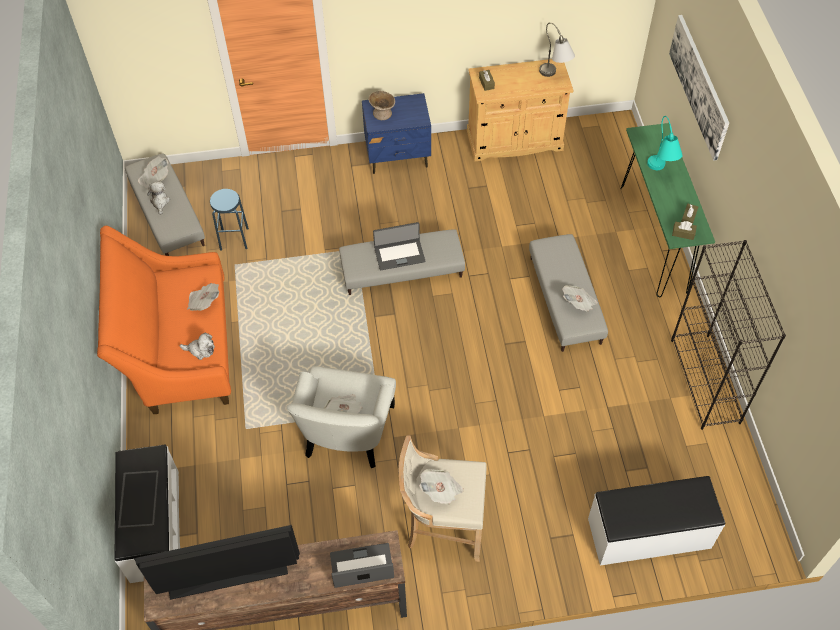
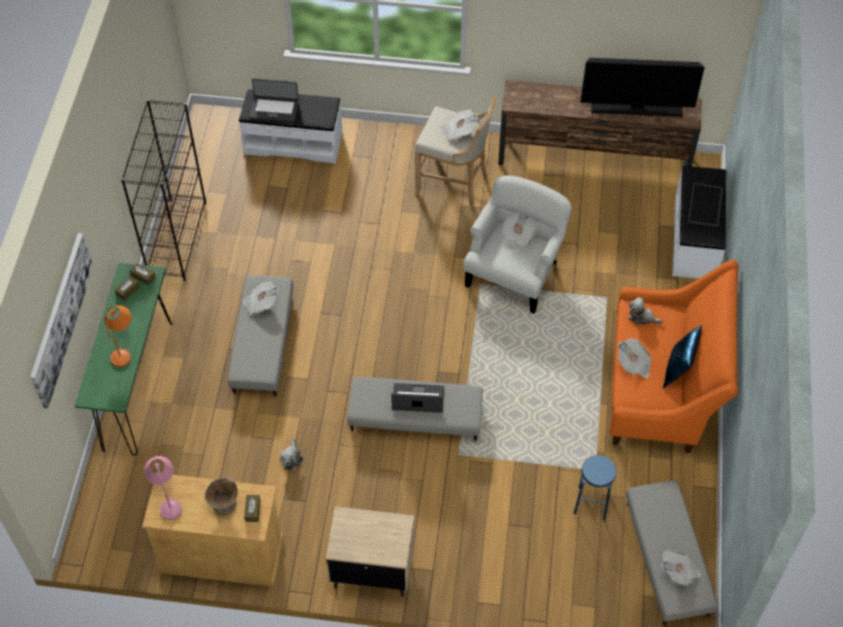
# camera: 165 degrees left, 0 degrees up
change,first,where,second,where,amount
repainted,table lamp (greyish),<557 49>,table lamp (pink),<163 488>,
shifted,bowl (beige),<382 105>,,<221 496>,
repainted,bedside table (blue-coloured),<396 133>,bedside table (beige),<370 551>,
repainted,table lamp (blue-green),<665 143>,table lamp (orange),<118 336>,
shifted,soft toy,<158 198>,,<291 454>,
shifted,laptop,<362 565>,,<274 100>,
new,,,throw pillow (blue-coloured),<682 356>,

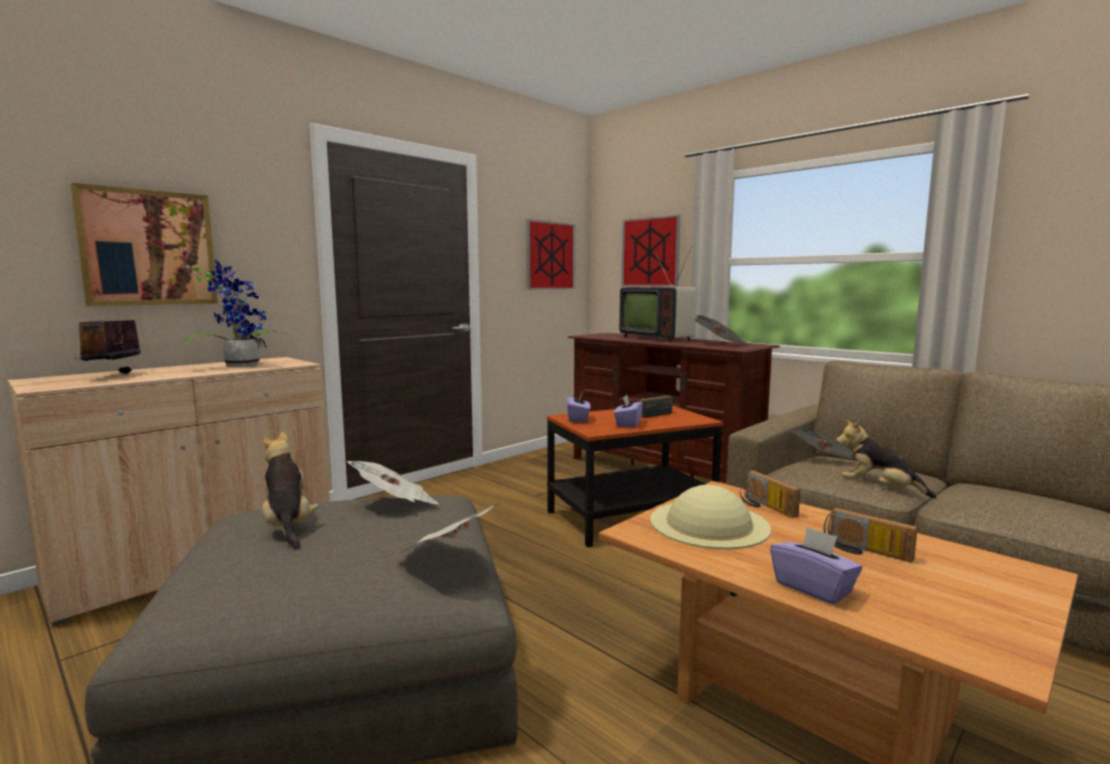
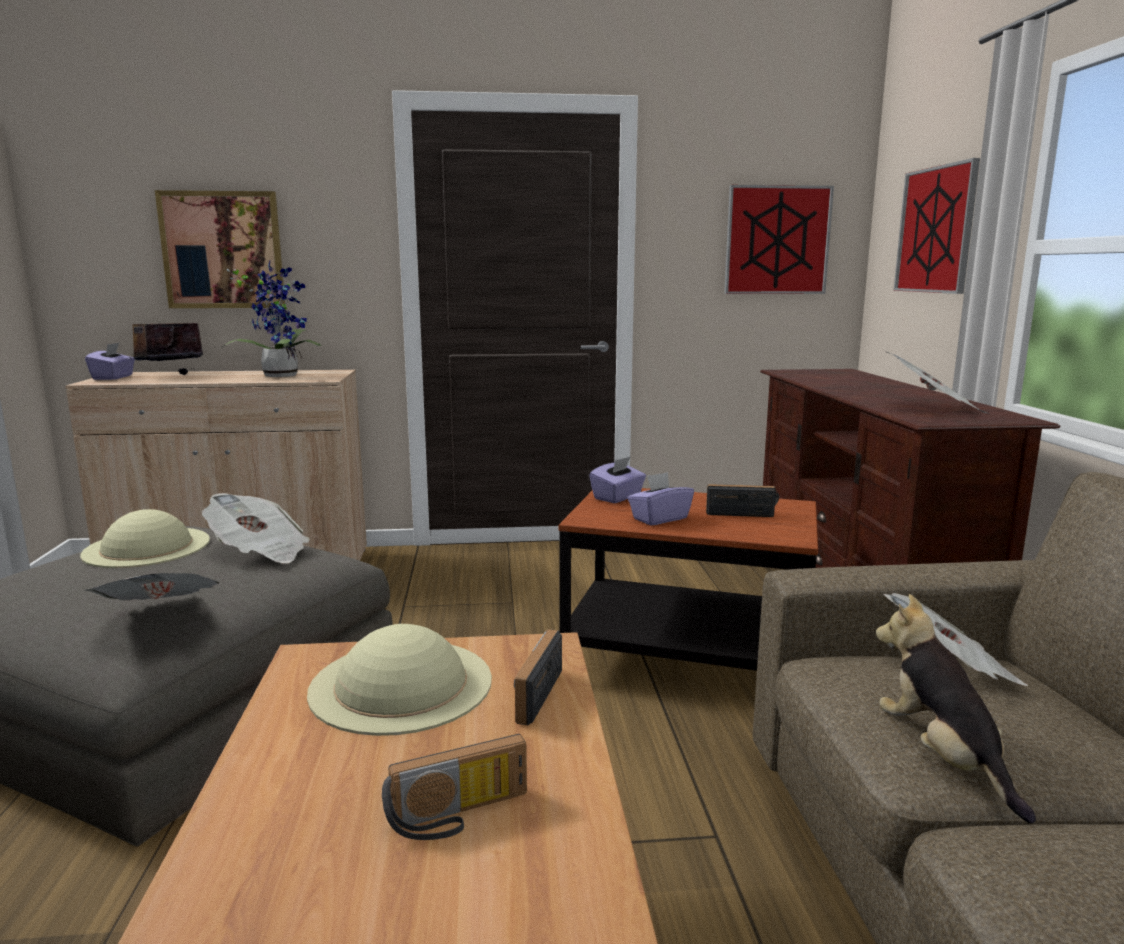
# camera: 40 degrees right, 5 degrees up
change,first,where,second,where,amount
gone,TV set,<658 294>,,,
swapped,soft toy,<290 490>,hat (beige),<145 538>,
rotated,radio receiver,<870 535>,,<454 787>,105 degrees counterclockwise
shifted,box of tissues (purple),<816 565>,,<110 361>,

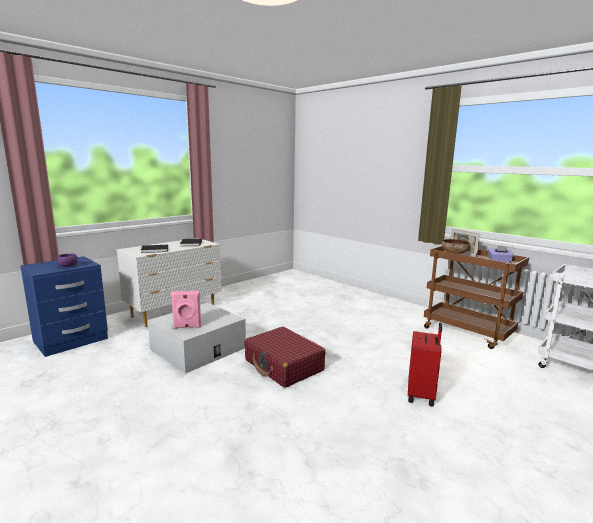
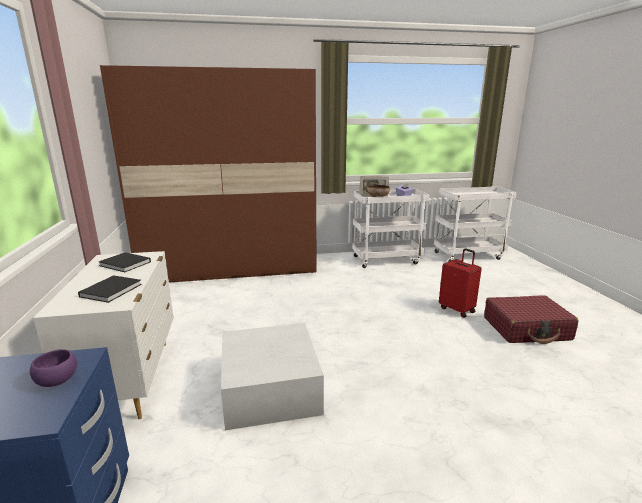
# camera: 55 degrees left, 5 degrees up
change,first,where,second,where,amount
repainted,cart (brownish),<476 297>,cart (white-coloured),<391 228>,
gone,speaker (pink),<186 310>,,,
shifted,suitcase (reddish),<284 357>,,<531 319>,
new,,,armoire (brownish),<208 174>,

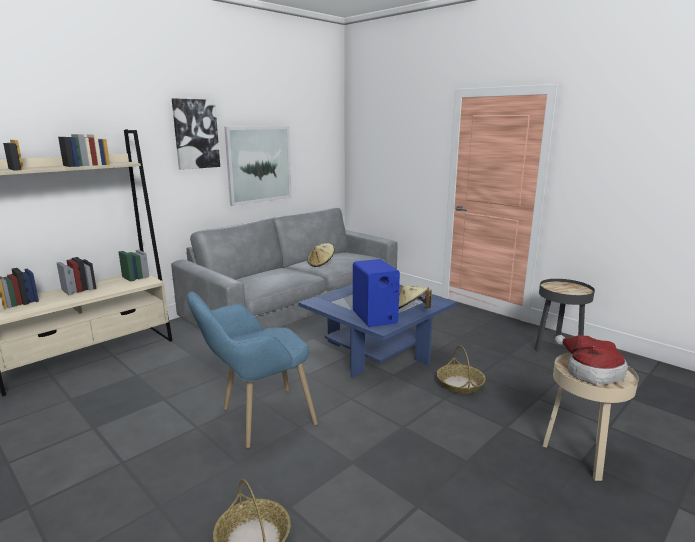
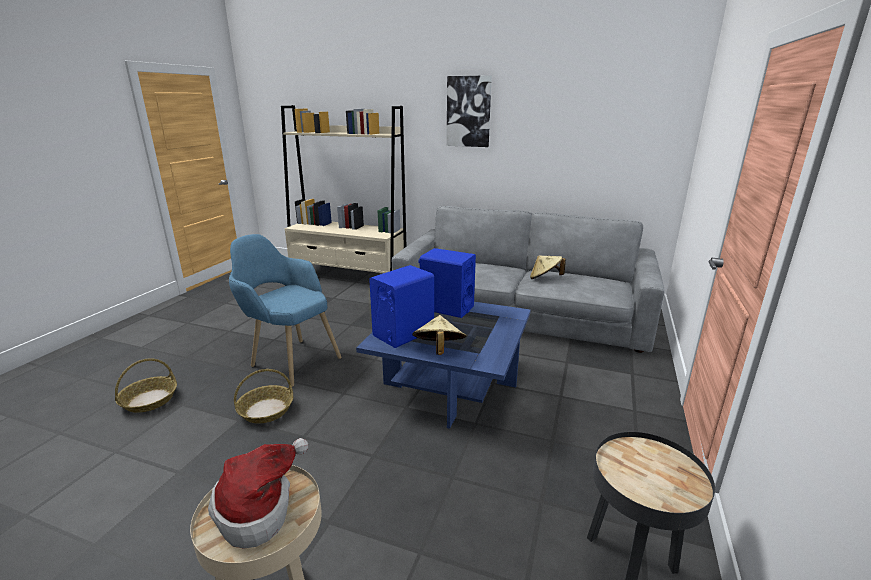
# camera: 65 degrees right, 5 degrees up
change,first,where,second,where,amount
gone,wall art,<258 166>,,,
shifted,household basket,<461 369>,,<263 396>,
new,,,speaker (blue-coloured),<447 283>,

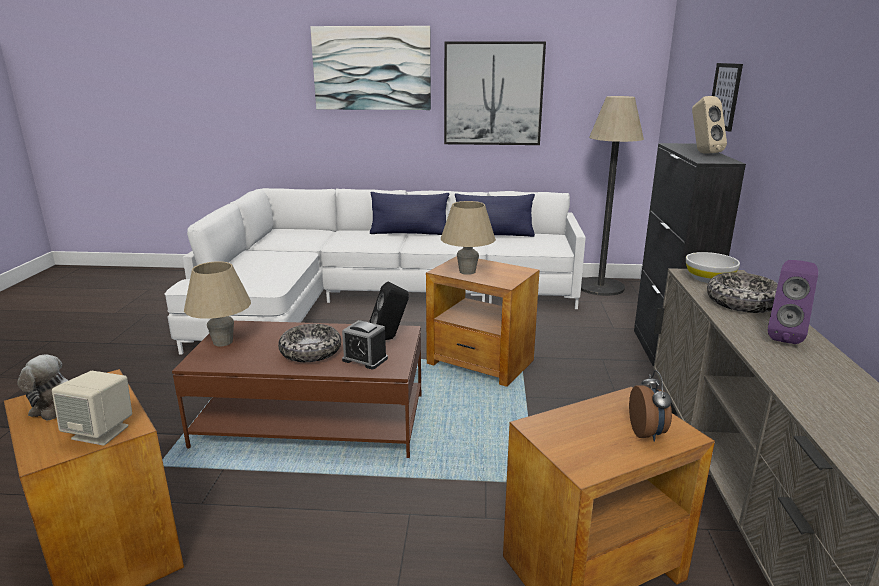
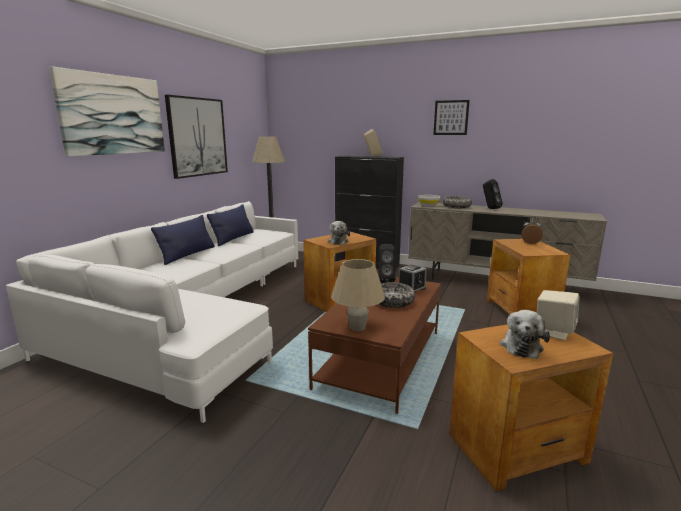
# camera: 70 degrees left, 5 degrees down
change,first,where,second,where,amount
shifted,wall art,<727 97>,,<451 117>,
swapped,table lamp (beige),<468 238>,soft toy,<339 233>,
repainted,speaker (purple),<793 302>,speaker (blackish),<492 194>,

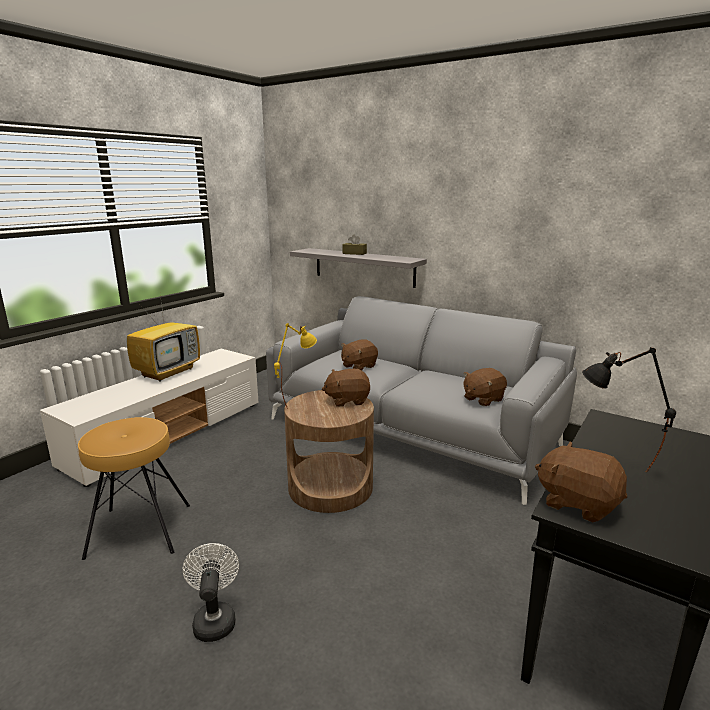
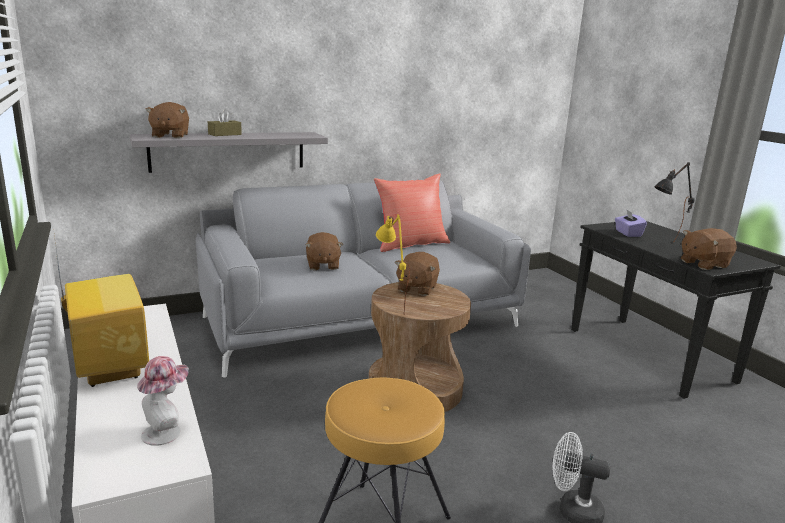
# camera: 60 degrees left, 0 degrees up
change,first,where,second,where,amount
shifted,soft toy (brownish),<485 387>,,<167 120>,
new,,,throw pillow (reddish),<412 213>,
new,,,box of tissues (purple),<631 223>,
new,,,hat,<163 401>,

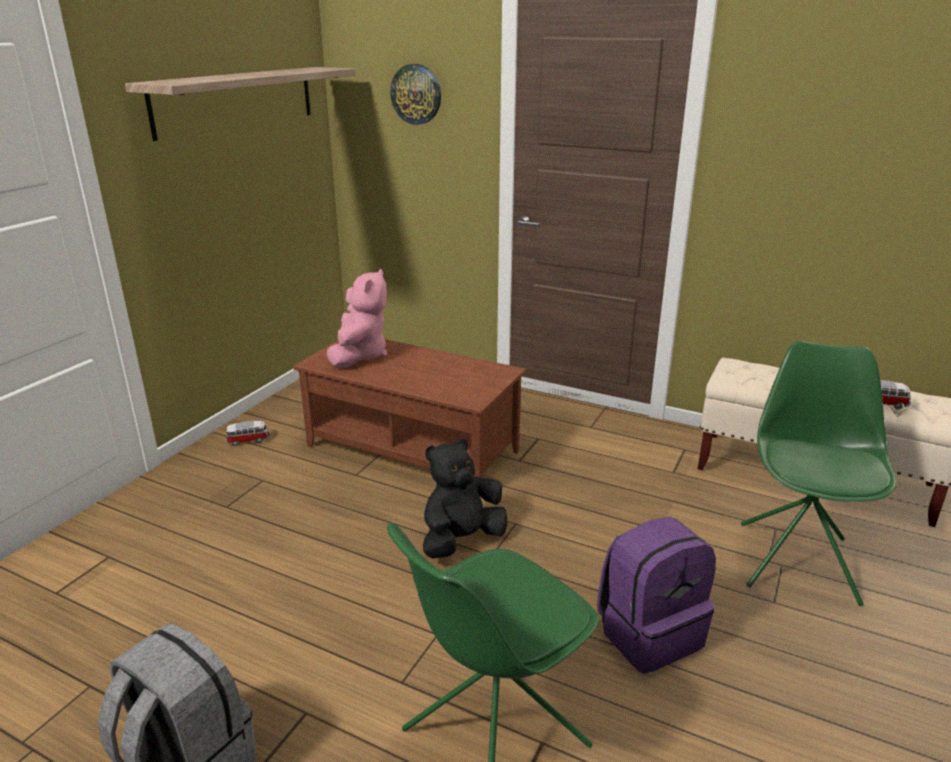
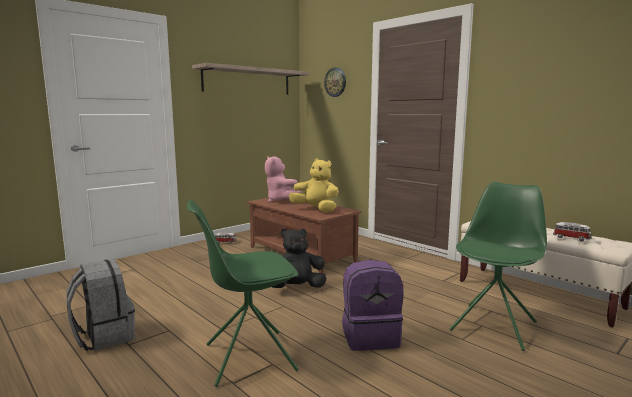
# camera: 20 degrees right, 15 degrees down
change,first,where,second,where,amount
rotated,soft toy (pink),<357 318>,,<283 179>,120 degrees clockwise
new,,,soft toy (yellow),<314 185>,

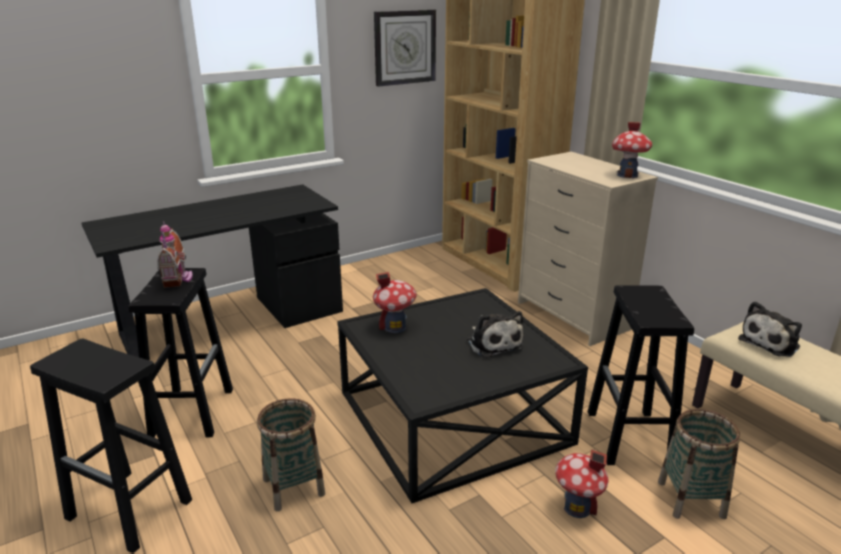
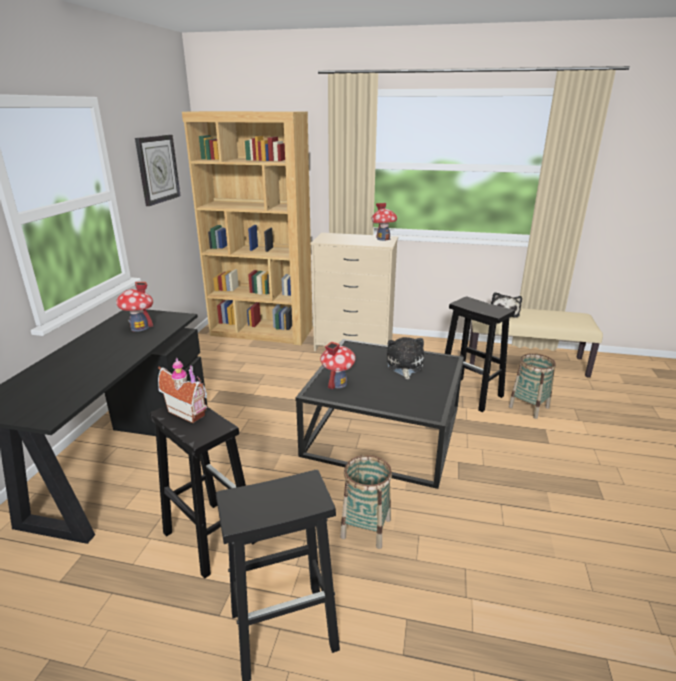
# camera: 45 degrees left, 0 degrees up
change,first,where,second,where,amount
rotated,soft toy,<495 334>,,<405 358>,105 degrees counterclockwise
shifted,toy house,<582 483>,,<134 307>,

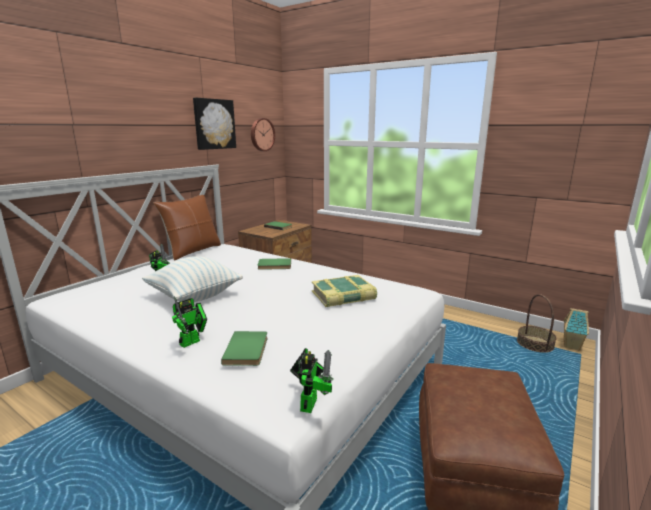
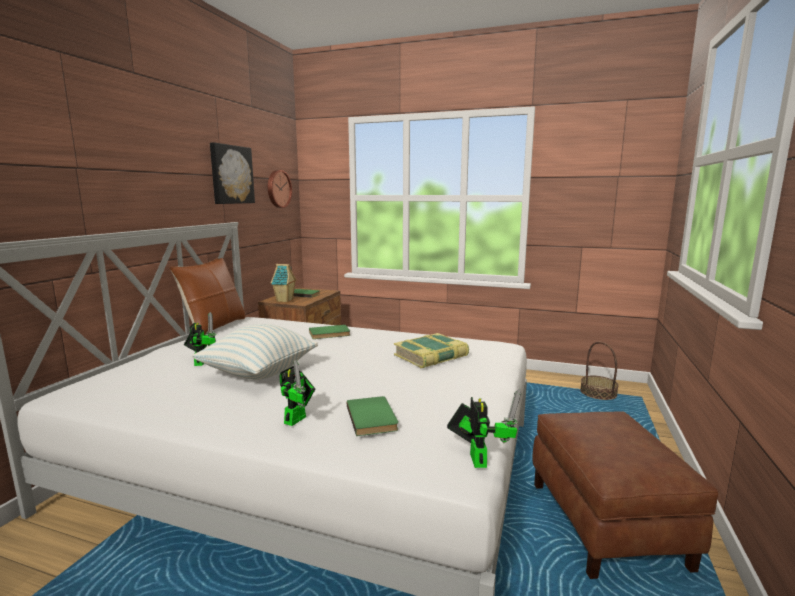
# camera: 15 degrees left, 5 degrees down
change,first,where,second,where,amount
shifted,toy house,<576 329>,,<284 283>,

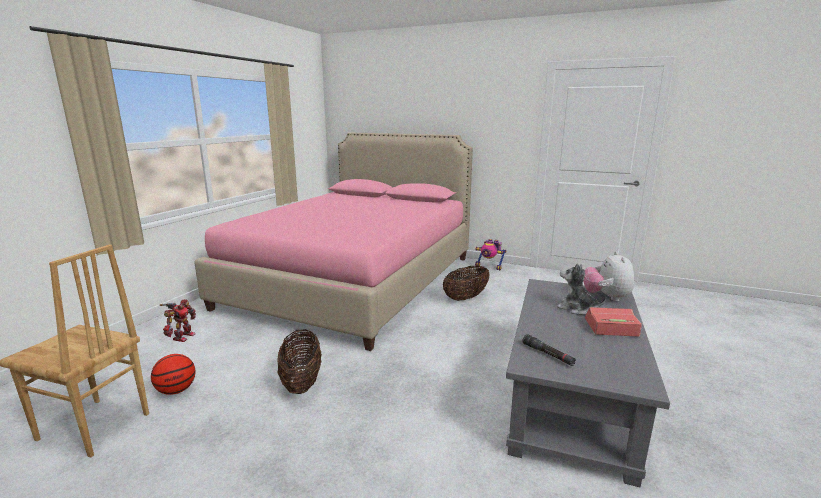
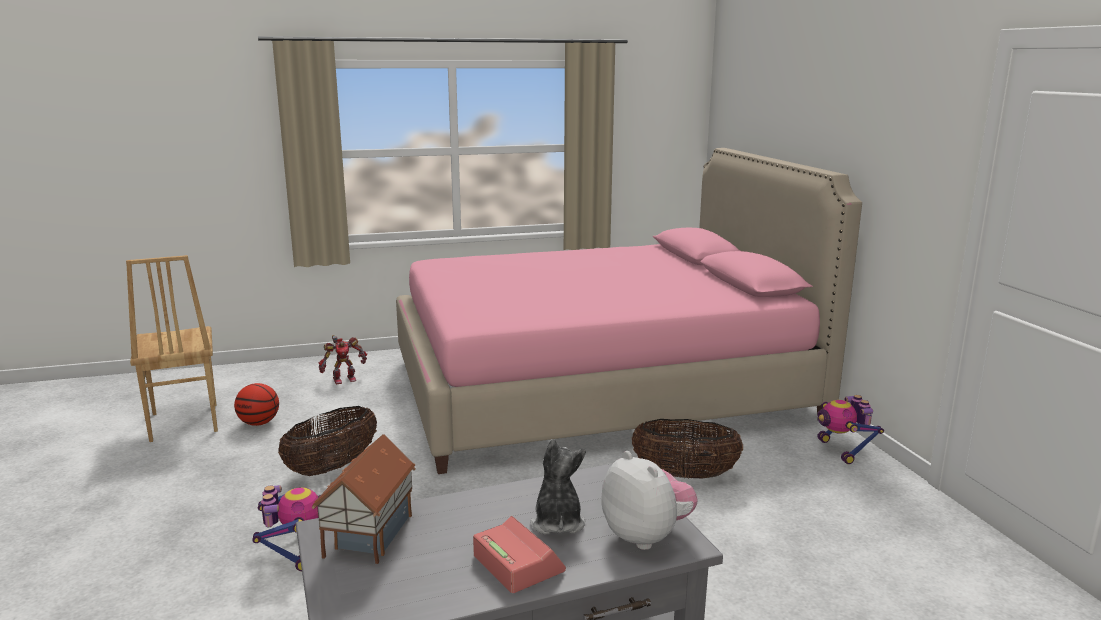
# camera: 50 degrees right, 0 degrees up
change,first,where,second,where,amount
rotated,soft toy,<608 276>,,<649 500>,90 degrees clockwise
swapped,torch (blackish),<549 350>,toy house,<364 499>,
new,,,model robot,<286 528>,

